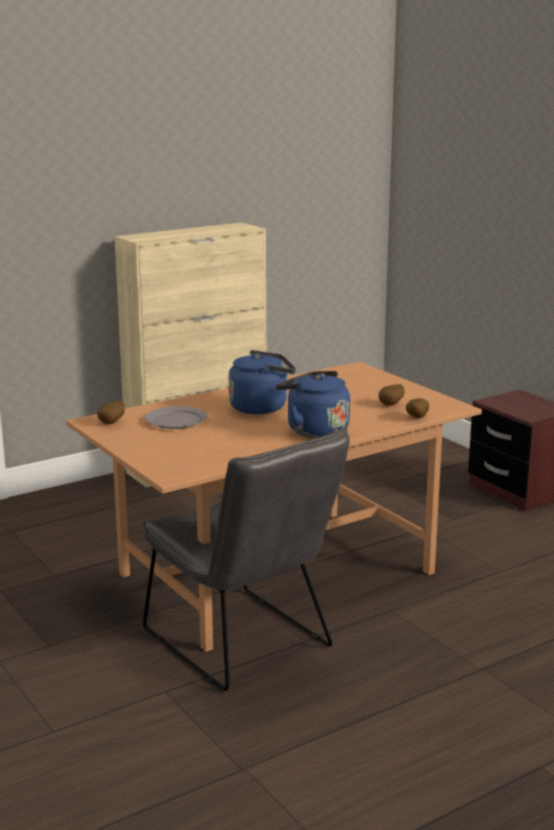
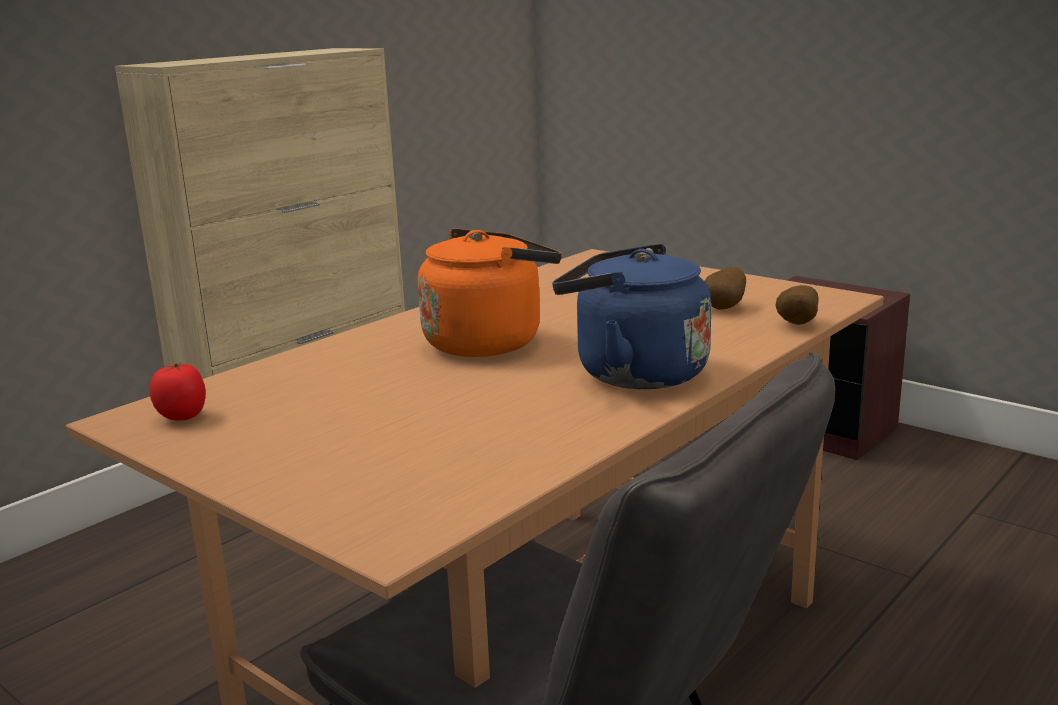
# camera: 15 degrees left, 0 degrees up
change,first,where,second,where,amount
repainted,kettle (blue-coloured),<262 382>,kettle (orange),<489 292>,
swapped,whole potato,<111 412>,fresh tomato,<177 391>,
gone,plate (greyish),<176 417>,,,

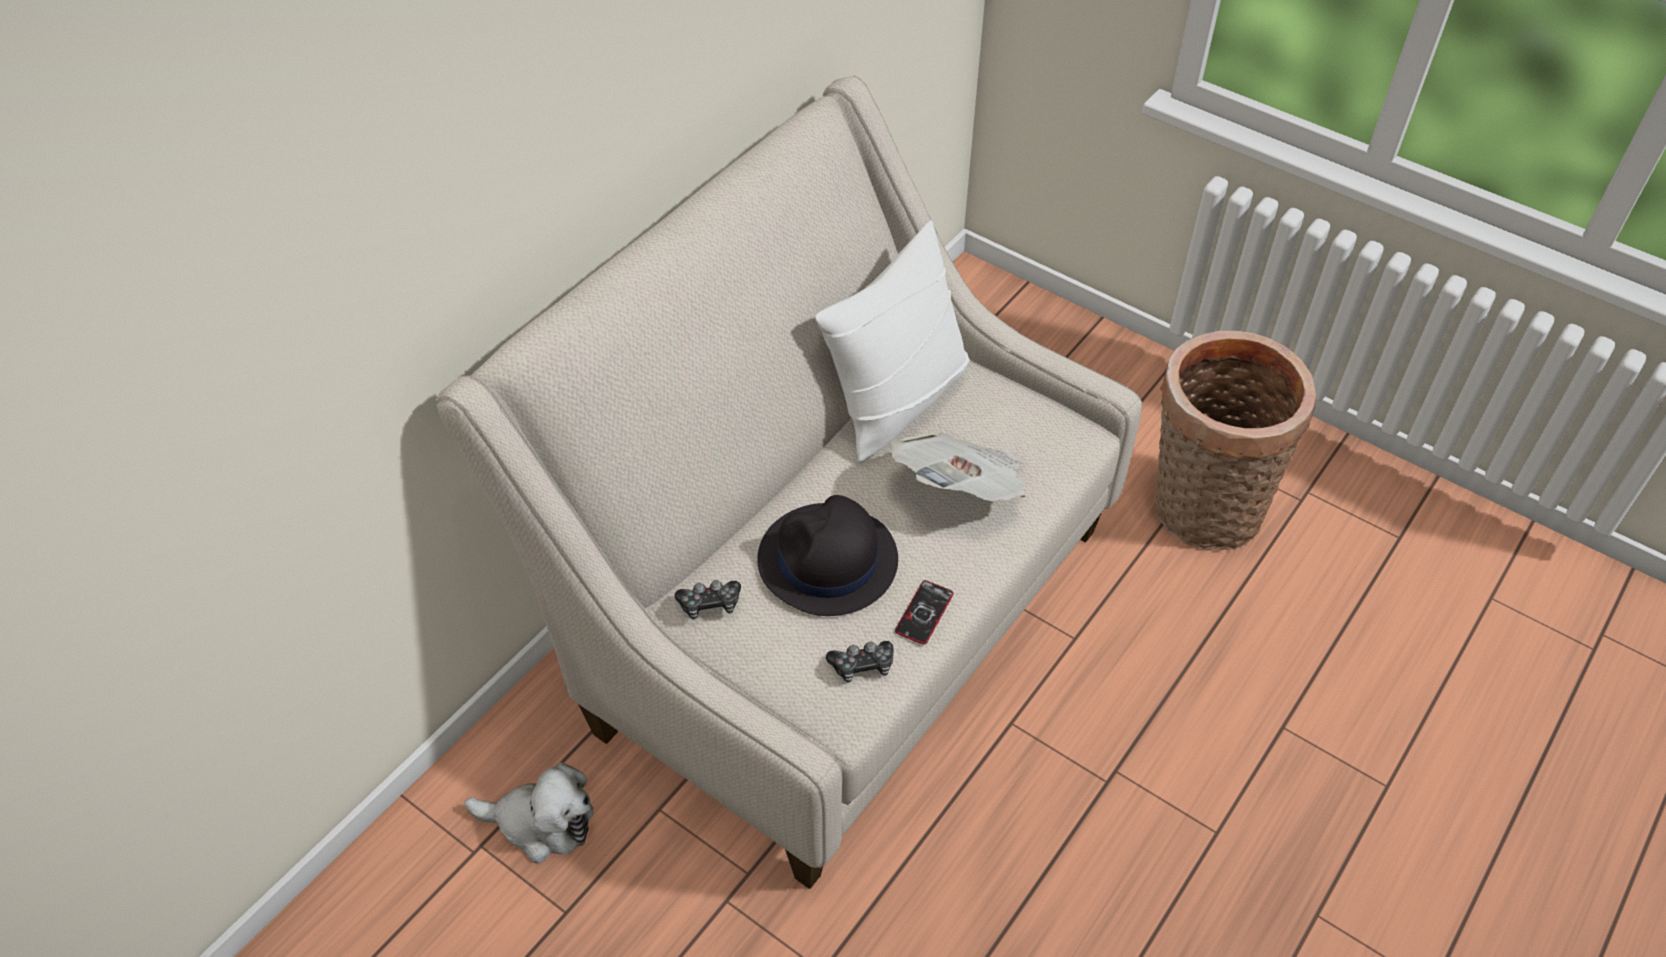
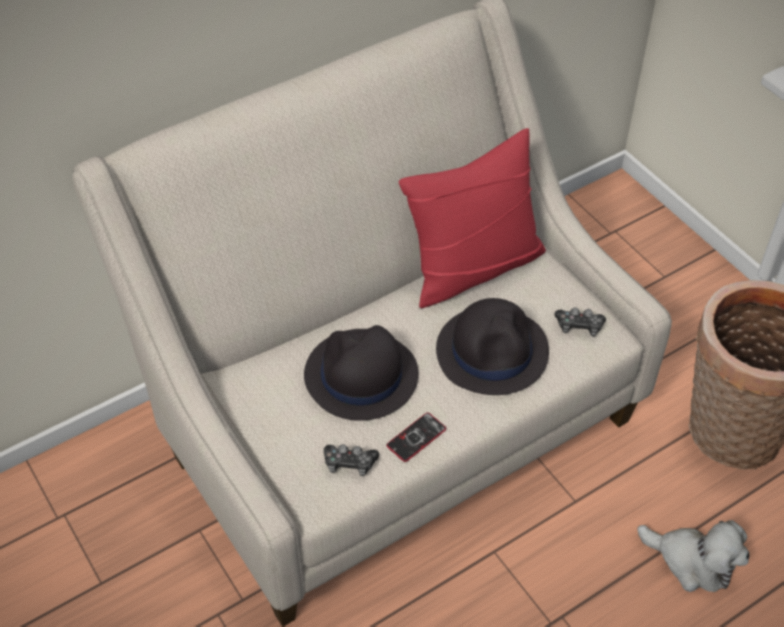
# camera: 20 degrees right, 0 degrees up
change,first,where,second,where,amount
repainted,throw pillow (white-coloured),<892 342>,throw pillow (reddish),<472 218>,
swapped,printed paper,<959 466>,hat (blackish),<492 346>,
shifted,joypad,<707 599>,,<580 321>,
shifted,soft toy,<529 812>,,<693 556>,

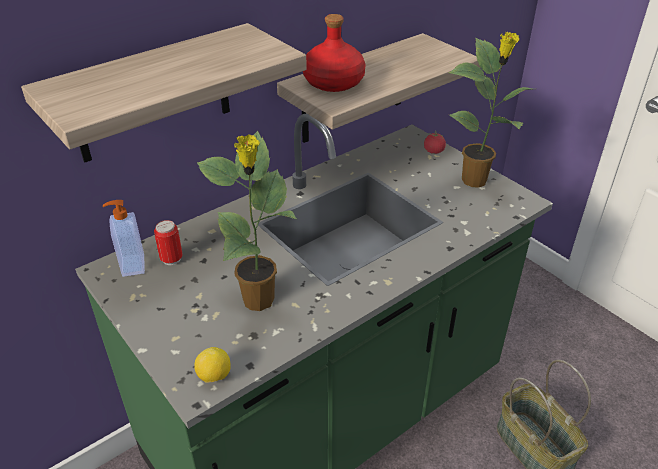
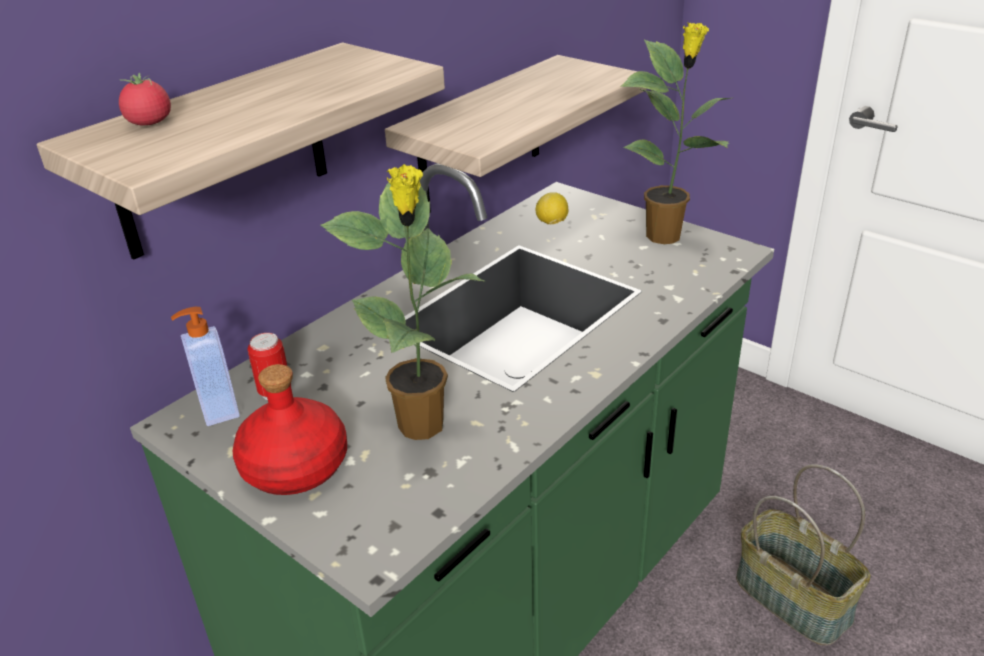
# camera: 10 degrees left, 5 degrees down
change,first,where,second,where,amount
shifted,bottle (reddish),<334 53>,,<289 429>,
shifted,fresh tomato,<435 142>,,<145 99>,
shifted,lemon,<212 365>,,<552 208>,

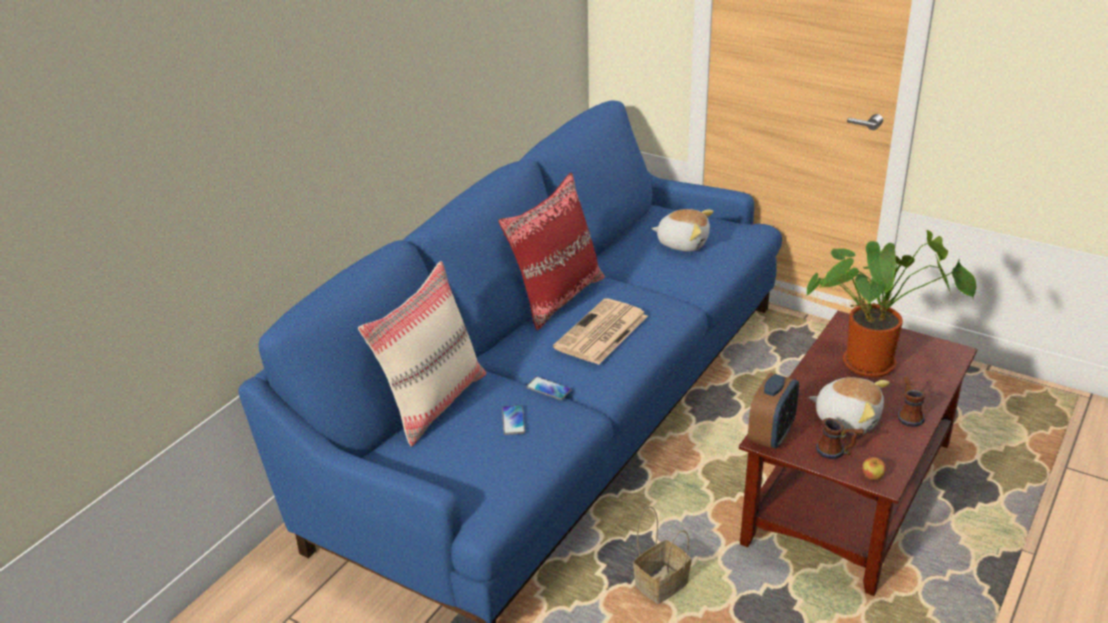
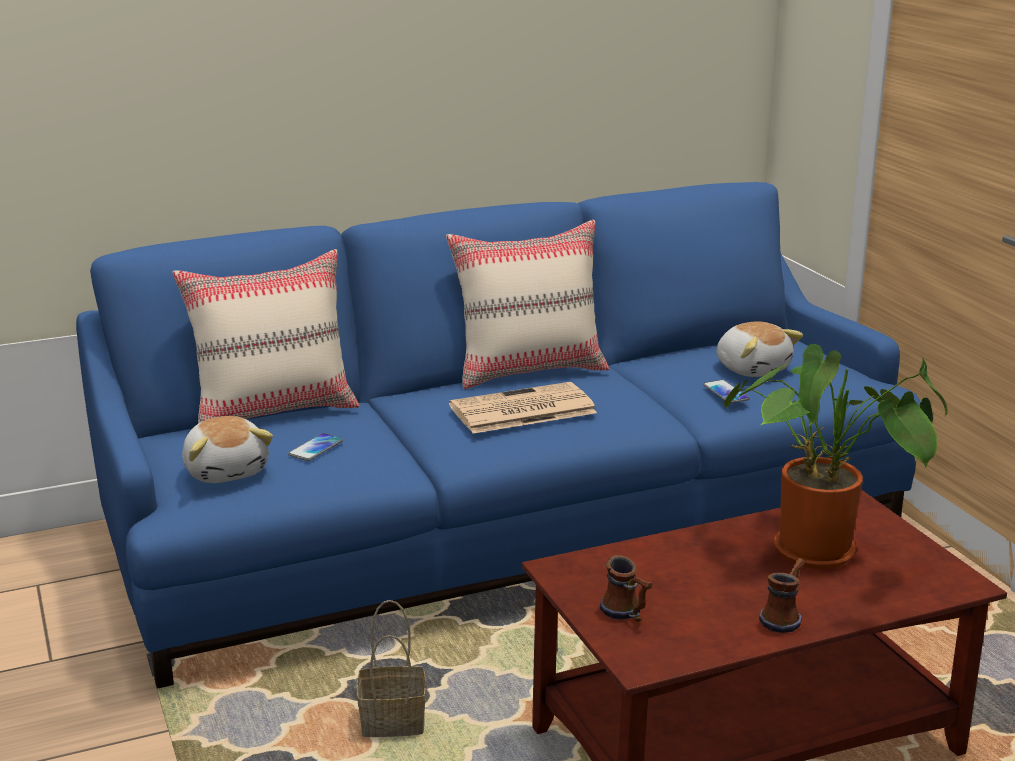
# camera: 35 degrees right, 10 degrees down
change,first,where,second,where,amount
repainted,throw pillow (reddish),<551 251>,throw pillow (beige),<527 304>,
gone,bedside clock,<773 411>,,,
shifted,telephone,<549 388>,,<726 392>,
shifted,soft toy,<849 405>,,<227 449>,
gone,whole apple,<874 468>,,,

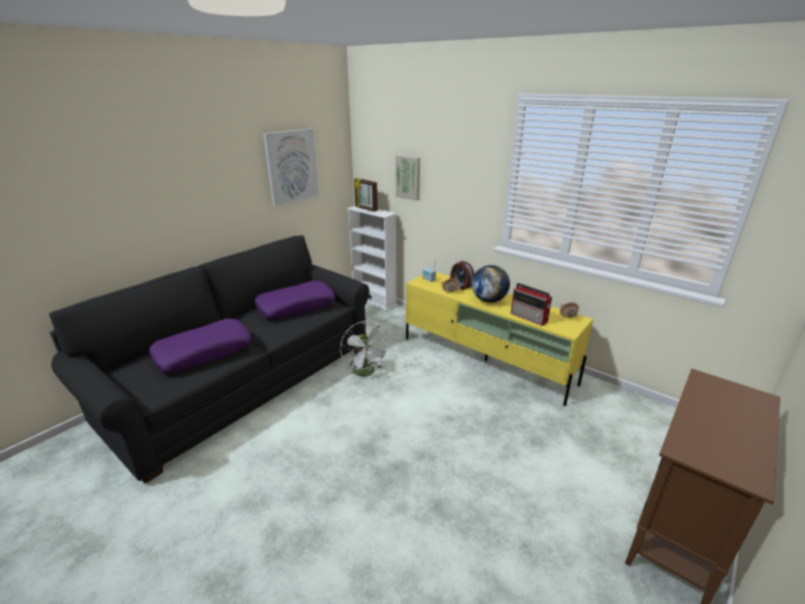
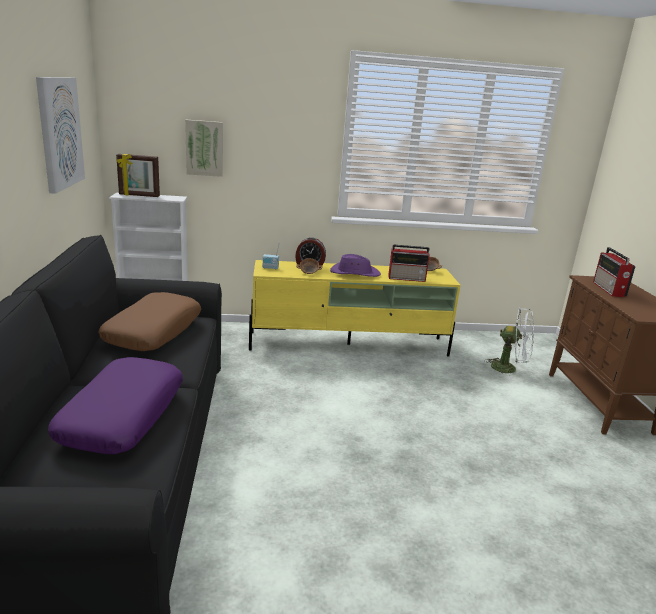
# camera: 45 degrees left, 5 degrees down
change,first,where,second,where,amount
swapped,desk globe,<491 284>,hat (purple),<355 265>,
repainted,throw pillow (purple),<295 300>,throw pillow (brownish),<150 321>,
shifted,cooling fan (white-coloured),<365 350>,,<509 343>,
new,,,radio receiver,<614 272>,

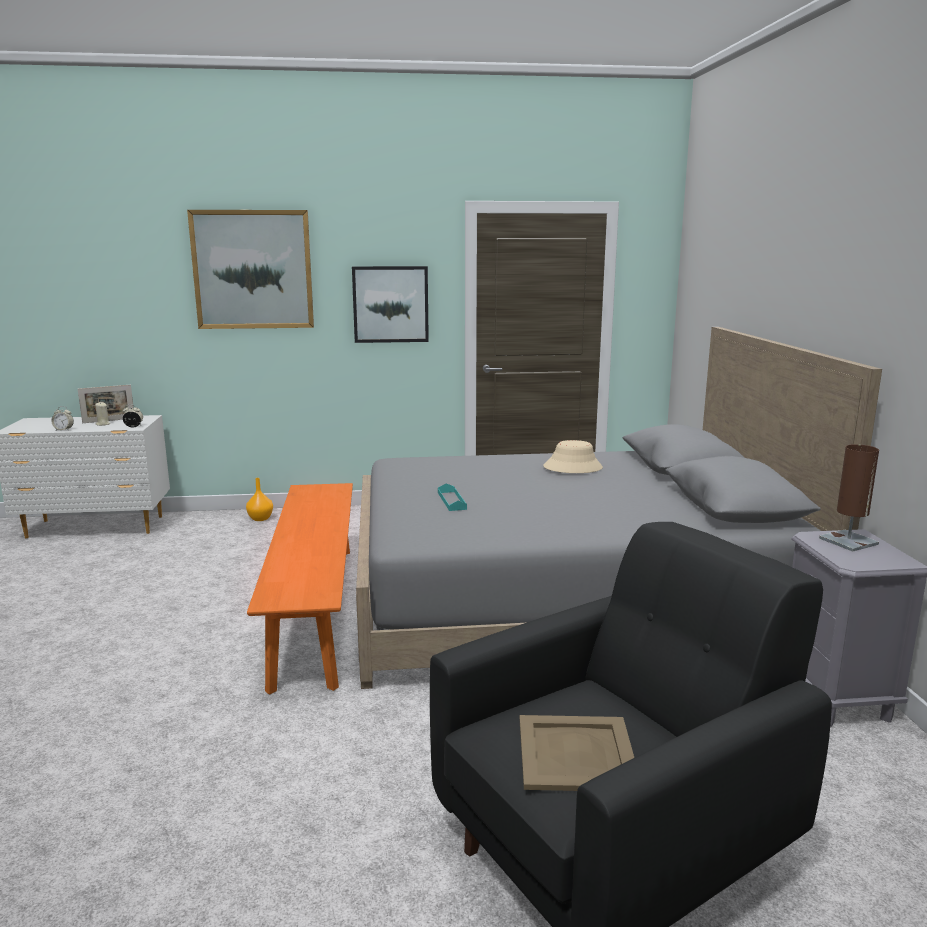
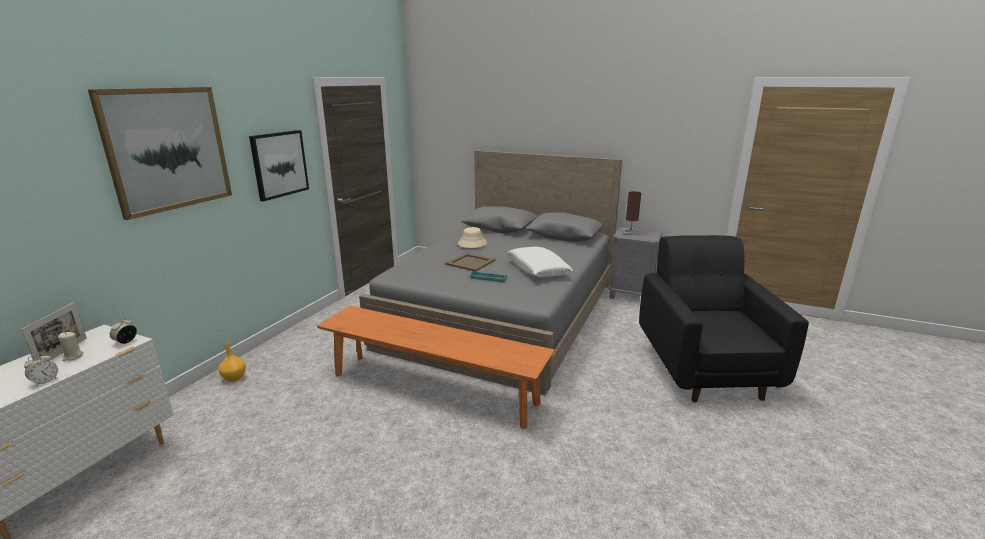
# camera: 60 degrees left, 5 degrees up
change,first,where,second,where,amount
shifted,tray (beige),<577 753>,,<470 262>,
new,,,throw pillow (white-coloured),<540 262>,

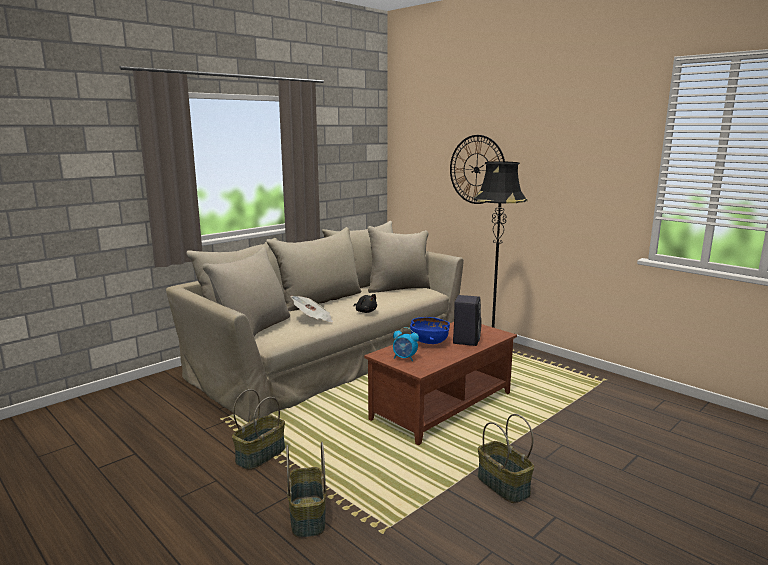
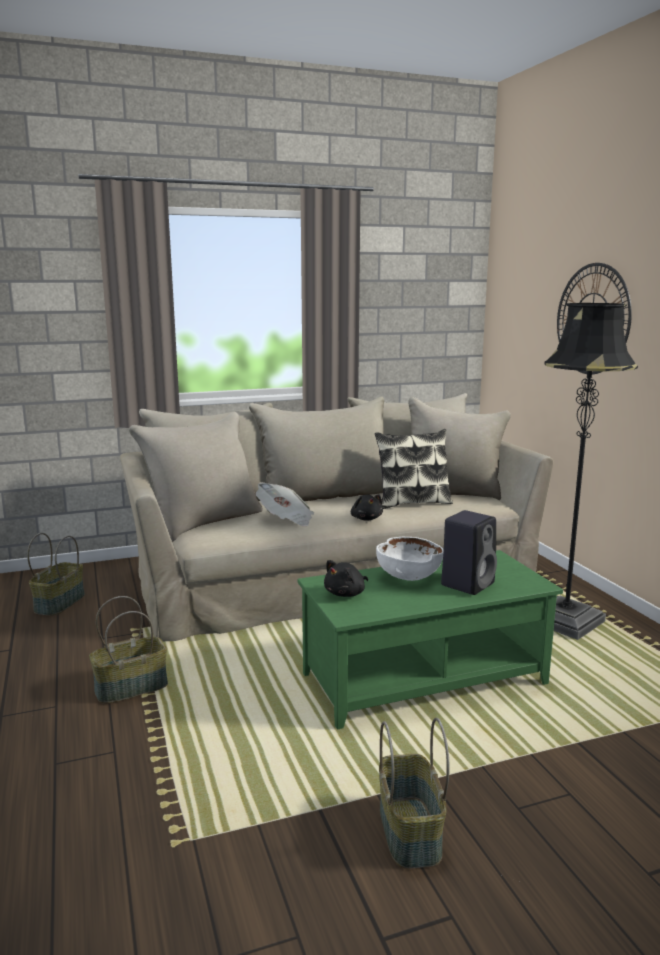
# camera: 25 degrees right, 0 degrees up
change,first,where,second,where,amount
repainted,bowl (blue-coloured),<430 330>,bowl (white-coloured),<410 559>,
repainted,low table (brownish),<440 383>,low table (green),<430 639>,
swapped,bedside clock,<406 344>,soft toy (blackish),<346 578>,
shifted,household basket,<306 490>,,<56 574>,
new,,,throw pillow,<414 469>,

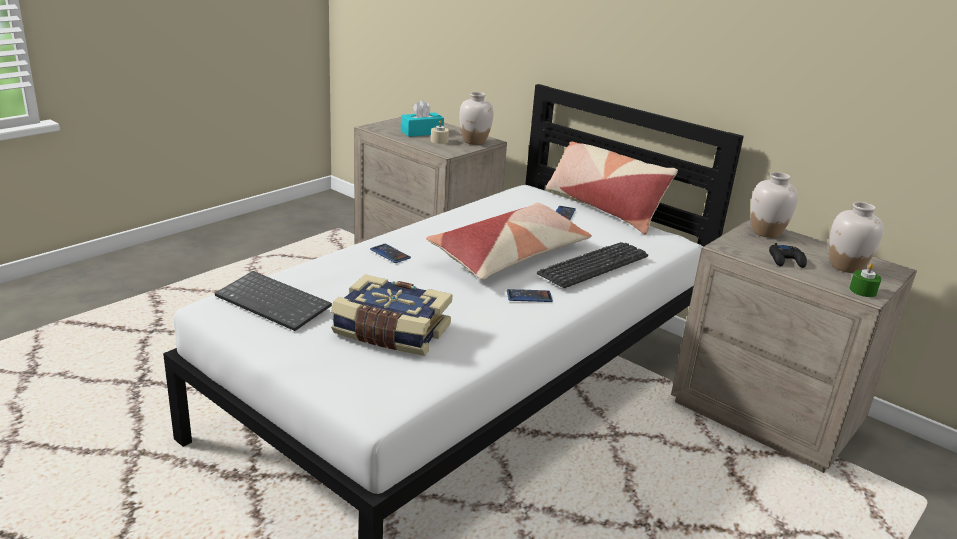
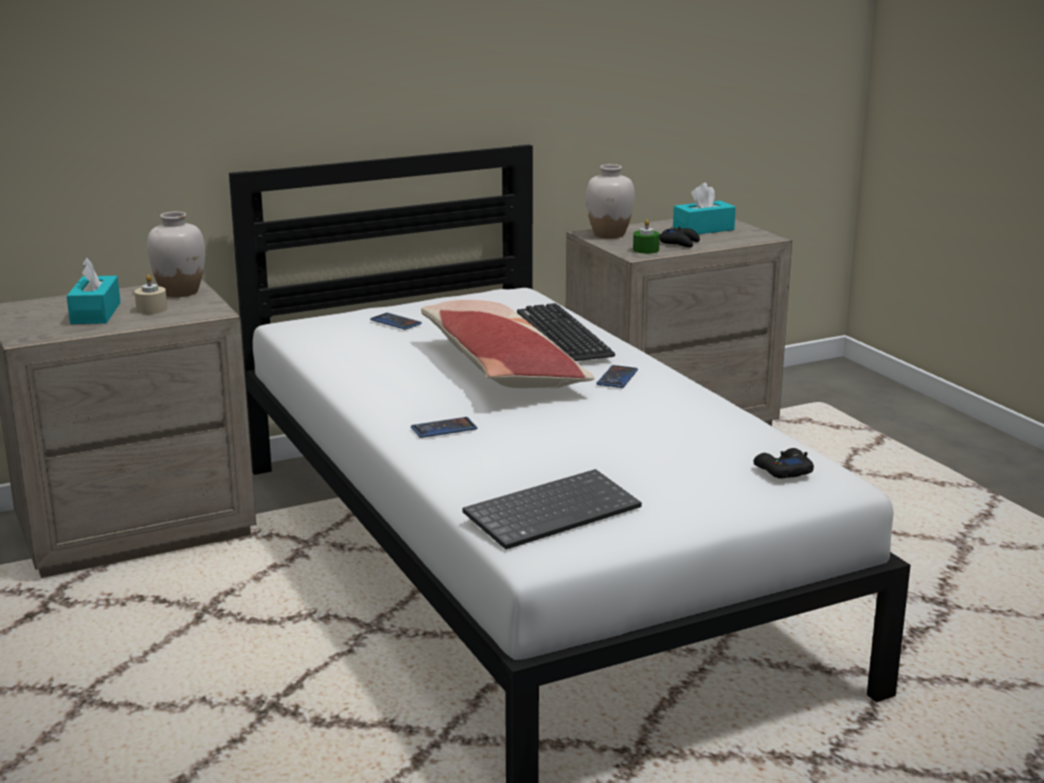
# camera: 65 degrees left, 5 degrees down
change,first,where,second,where,amount
gone,throw pillow,<612 188>,,,
swapped,flower vase (white-coloured),<856 237>,box of tissues (blue-green),<704 208>,
shifted,candle (green),<865 280>,,<646 236>,
gone,book,<391 315>,,,
new,,,joypad (blackish),<783 463>,

